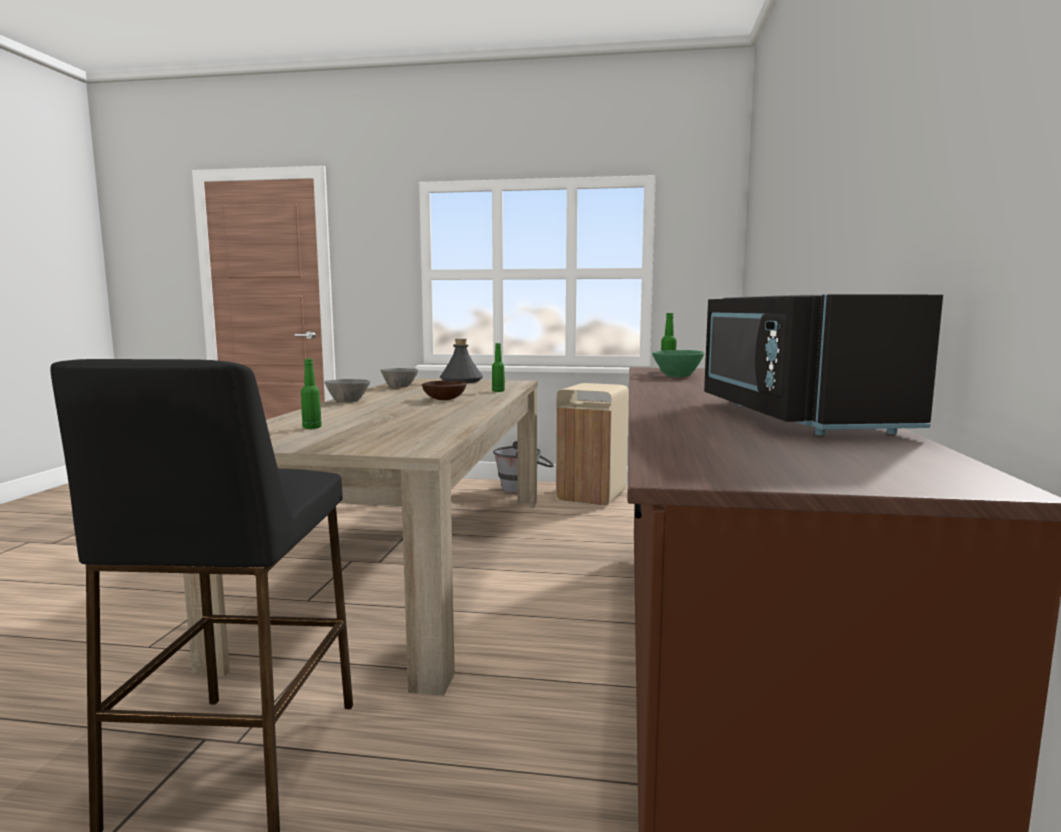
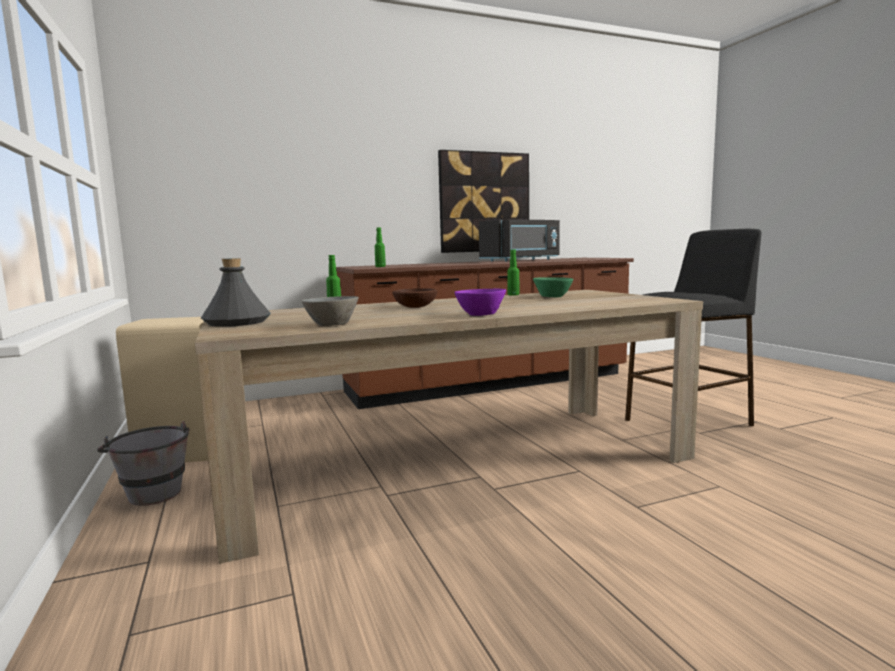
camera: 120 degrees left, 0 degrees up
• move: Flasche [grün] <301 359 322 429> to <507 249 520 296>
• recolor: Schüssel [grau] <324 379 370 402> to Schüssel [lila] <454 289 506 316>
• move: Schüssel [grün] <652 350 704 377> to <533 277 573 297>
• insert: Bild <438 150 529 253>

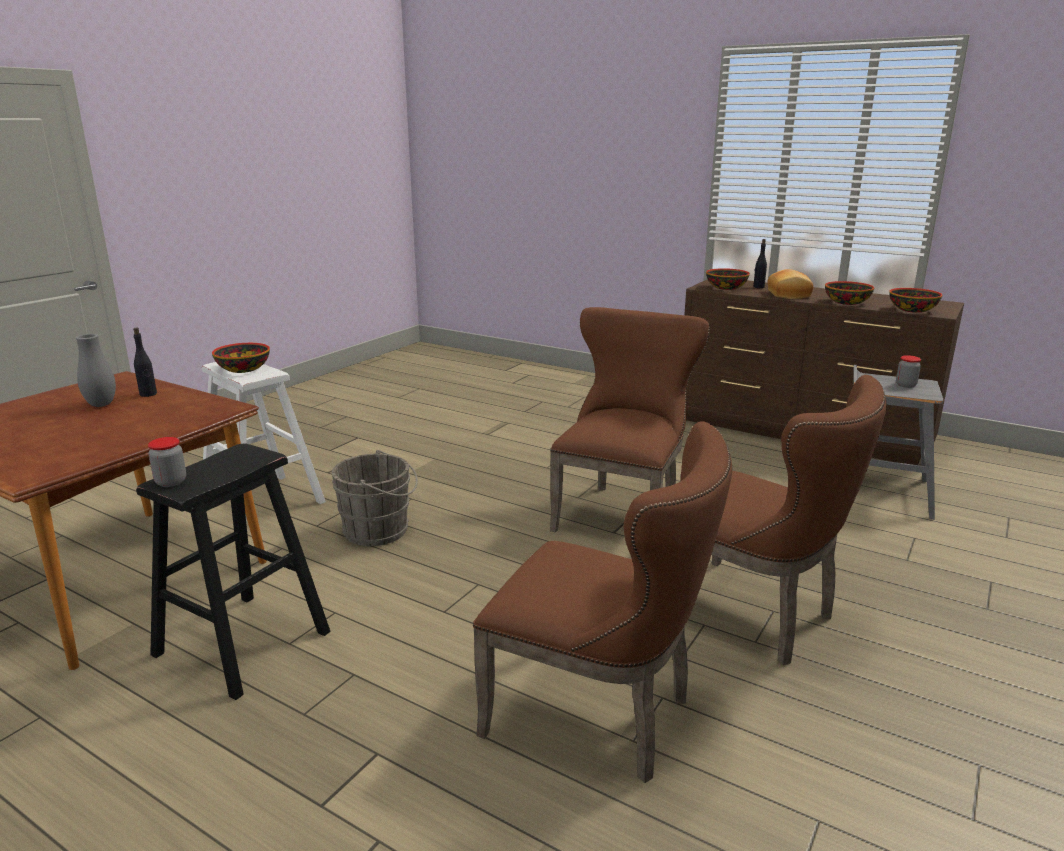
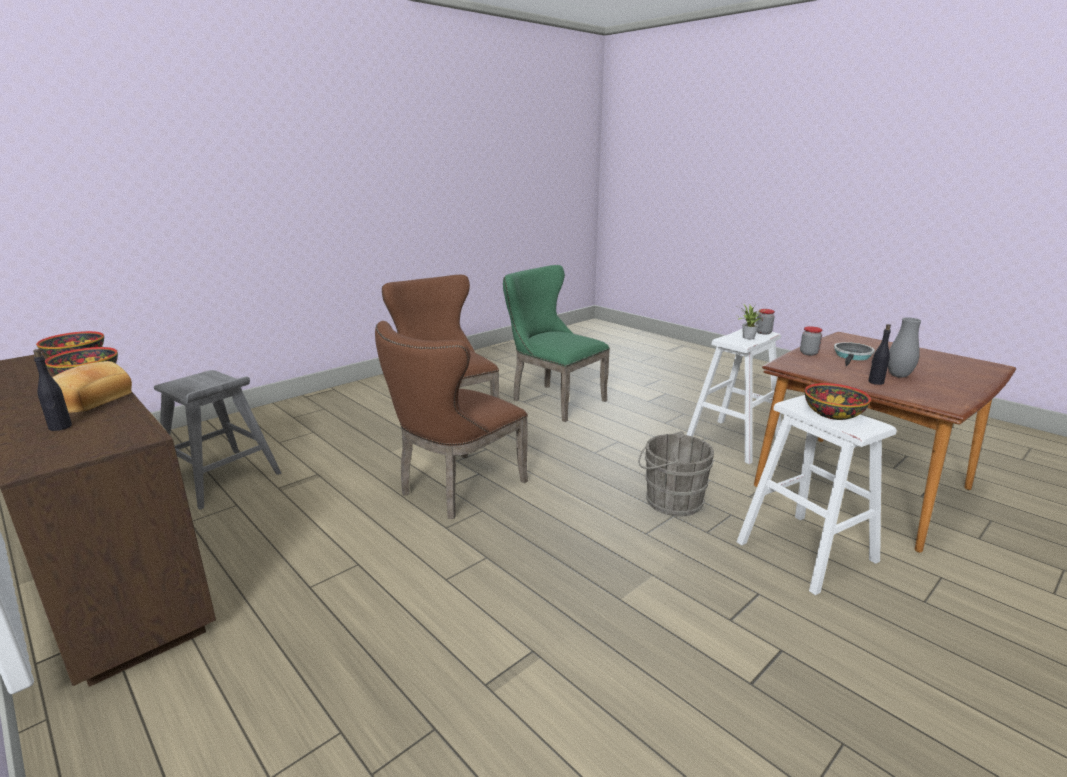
camera: 165 degrees left, 0 degrees up
• recolor: Hocker [schwarz] <136 444 330 700> to Hocker [weiß] <687 329 781 464>
• recolor: Stuhl [braun] <473 421 732 783> to Stuhl [grün] <503 265 610 422>
• delete: Schüssel <706 268 750 290>
• move: Vorratsglas <896 355 921 388> to <800 326 822 356>
• insert: Topfpflanze <735 304 765 339>
• insert: Pfanne <834 342 875 366>

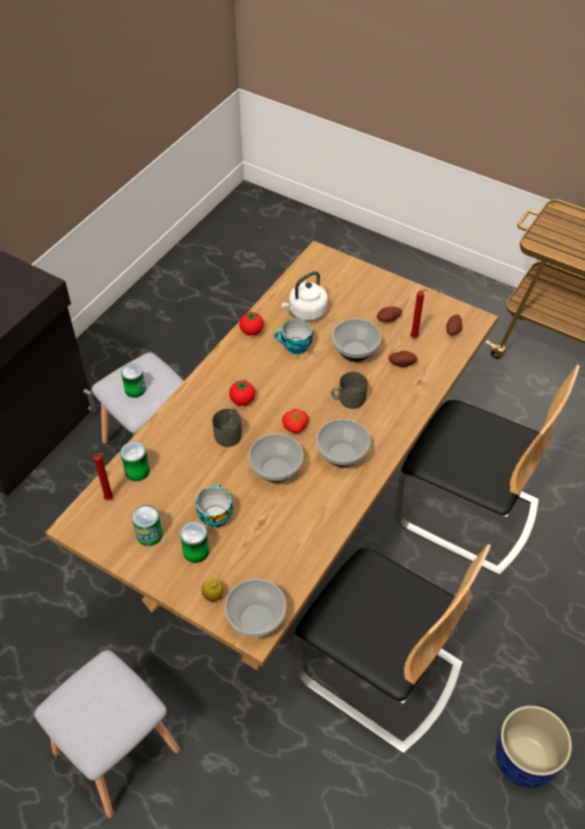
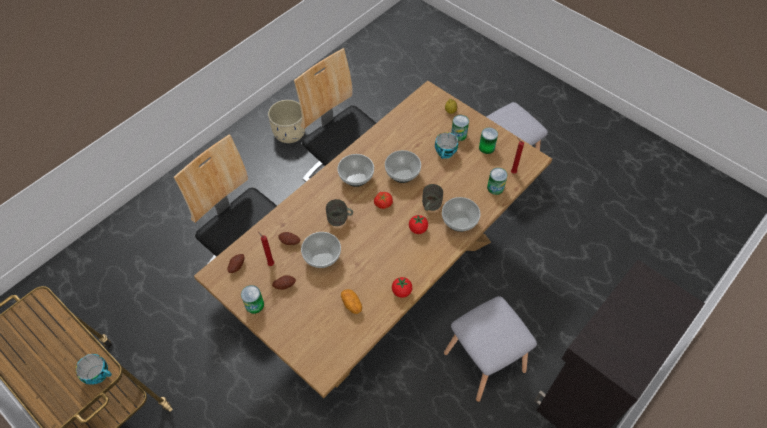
camera: 170 degrees left, 5 degrees up
• move: Dose <121 364 146 398> to <241 285 264 314>
• move: Schüssel <225 579 287 637> to <442 197 480 232>
• move: Tasse <274 318 313 354> to <75 354 112 385>
• replace: Wasserkessel [weiß] <281 271 328 321> to Kartoffel <341 289 362 314>
• recolor: Pflanzkübel [blau] <495 706 572 788> to Pflanzkübel [beige] <268 100 305 143>

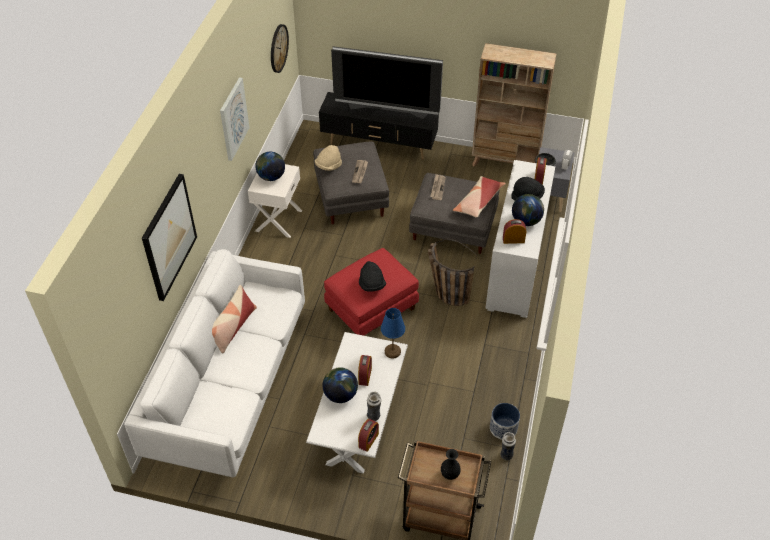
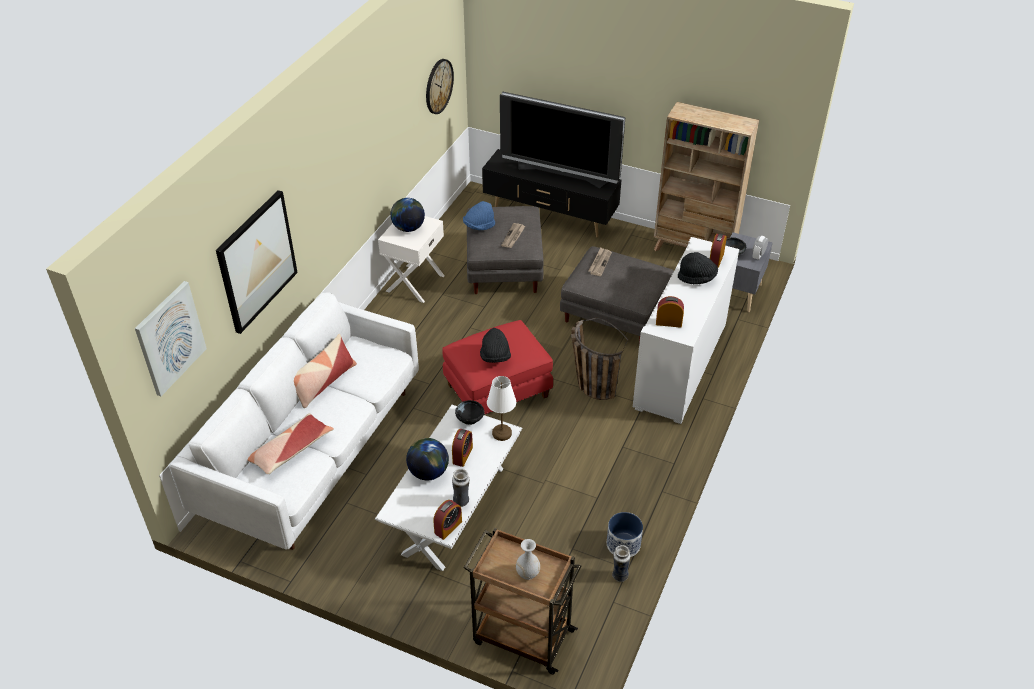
camera: 10 degrees right, 5 degrees down
• move: Bild <220 77 250 161> to <135 281 207 396>
• recolor: Hut [beige] <315 145 342 171> to Hut [blau] <463 201 495 230>
• recolor: Tischlampe [blau] <381 308 405 359> to Tischlampe [weiß] <487 376 516 441>
• recolor: Vase [schwarz] <441 449 461 480> to Vase [weiß] <516 539 540 580>
• move: Kissen <453 176 506 217> to <247 413 334 474>
• delete: Globus <512 194 544 226>
• insert: Schüssel [schwarz] <455 400 484 425>

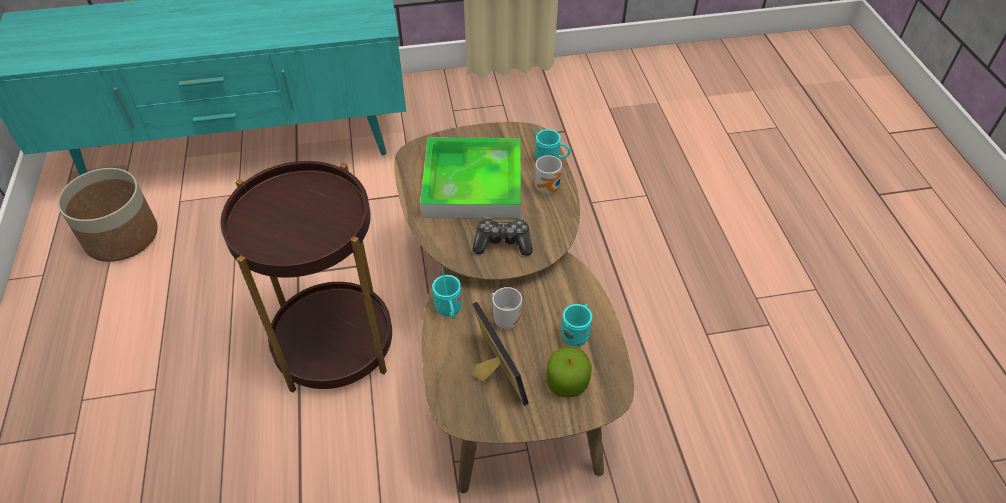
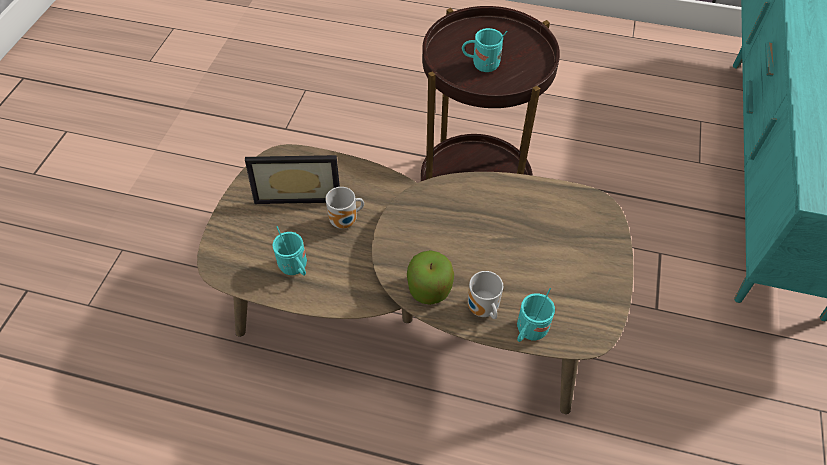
camera: 115 degrees right, 5 degrees up
• delete: Pflanzkübel <58 168 158 262>
• delete: Tablett <420 137 521 218>
• move: Henkelbecher [türkis] <432 267 462 319> to <462 28 508 72>
• delete: Gamepad <473 218 533 256>
• move: Apfel <546 347 592 397> to <407 250 454 305>

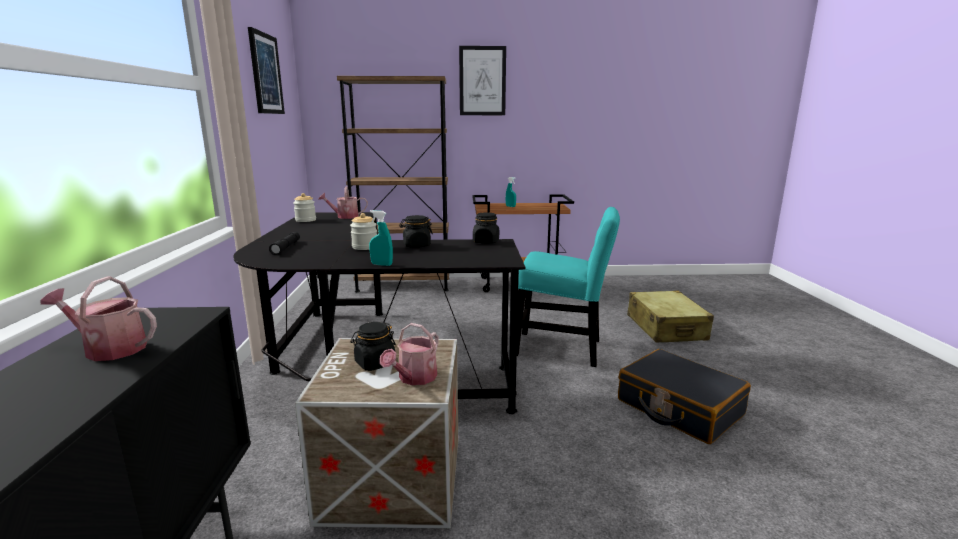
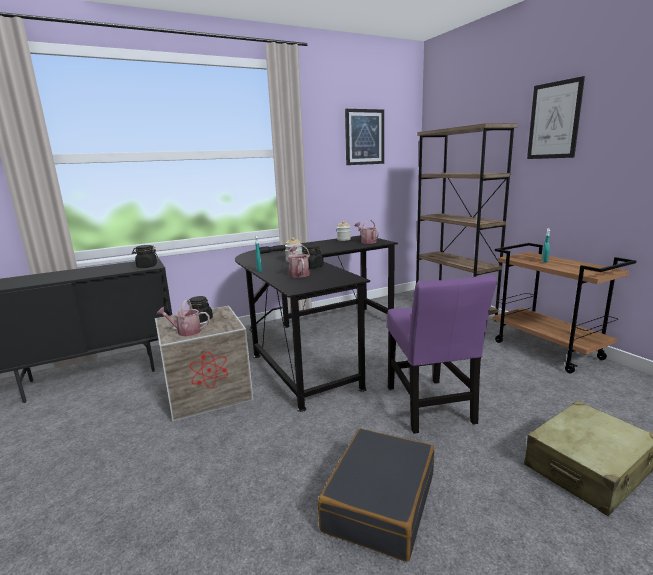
camera: 65 degrees right, 0 degrees up
• move: Gießkanne <40 276 157 361> to <287 244 310 278>
• move: Vorratsglas [schwarz] <473 212 499 244> to <132 245 158 268>
• recolor: Stuhl [türkis] <517 207 620 367> to Stuhl [lila] <387 275 497 434>

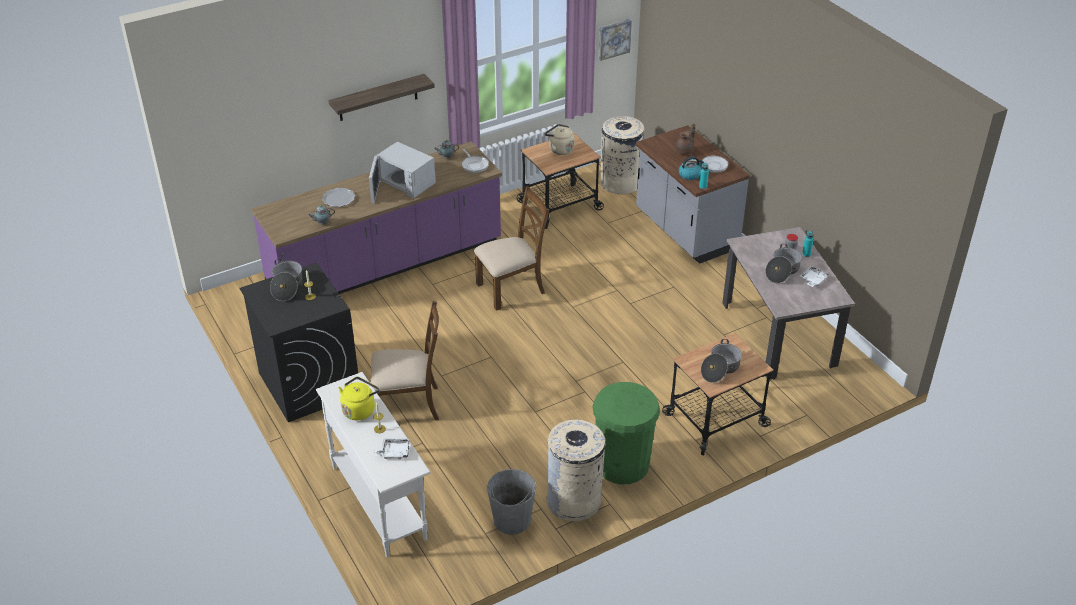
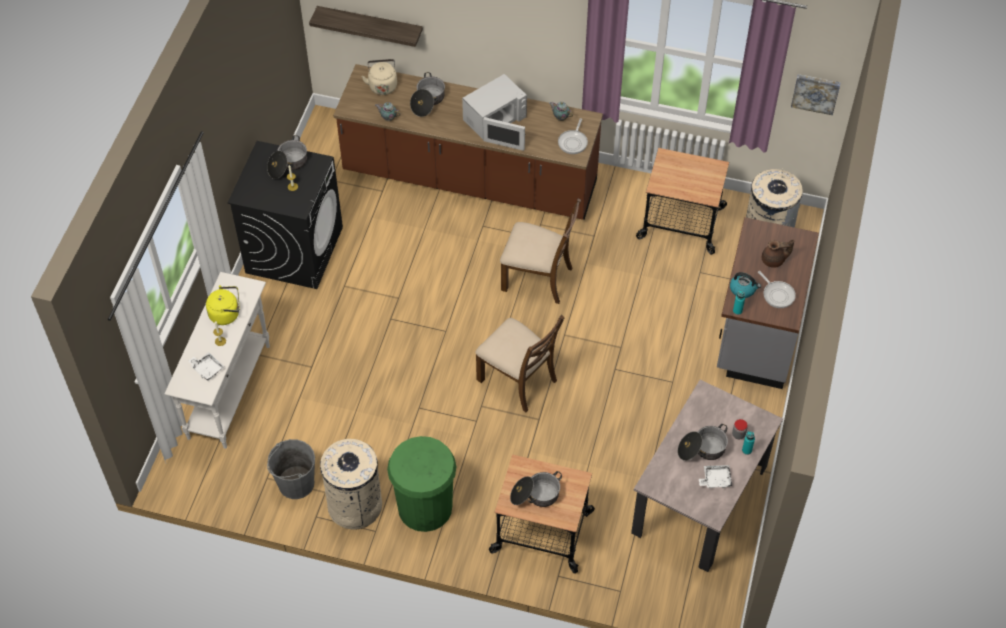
camera: 45 degrees right, 15 degrees up
• recolor: Küchenzeile [lila] <251 142 502 294> to Küchenzeile [braun] <333 64 603 220>
• replace: Teller <322 188 355 207> to Kochtopf <410 72 445 117>
• move: Wandregal <328 74 435 121> to <309 6 423 47>
• rotate: Mikrowelle [weiß] <369 142 436 203> = <462 74 527 151> 120 degrees counterclockwise
• move: Stuhl [braun] <371 301 439 420> to <475 315 565 412>
• move: Wasserkessel [beige] <544 124 575 155> to <362 59 397 95>

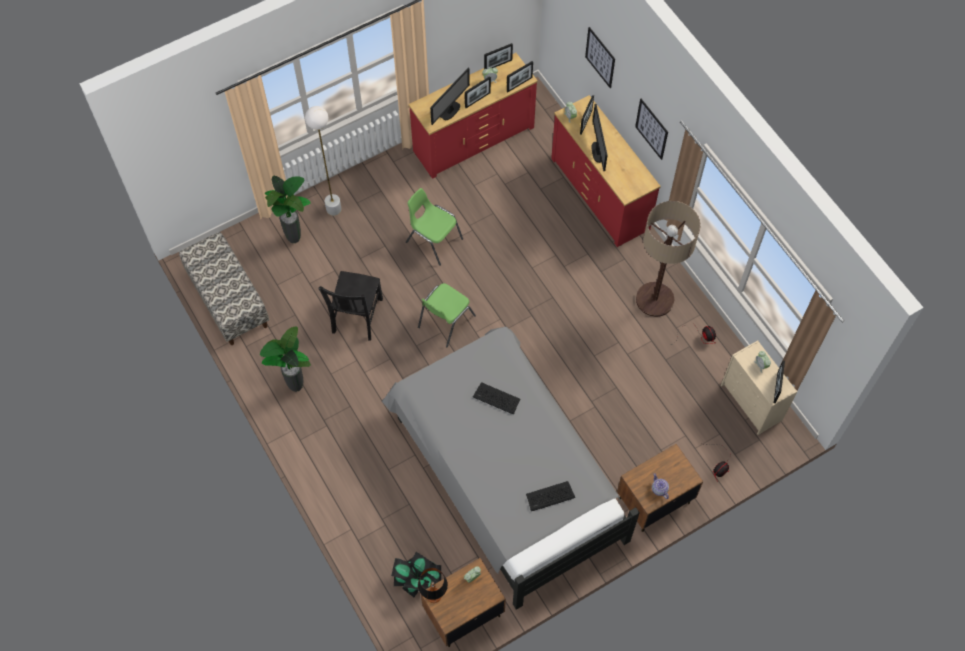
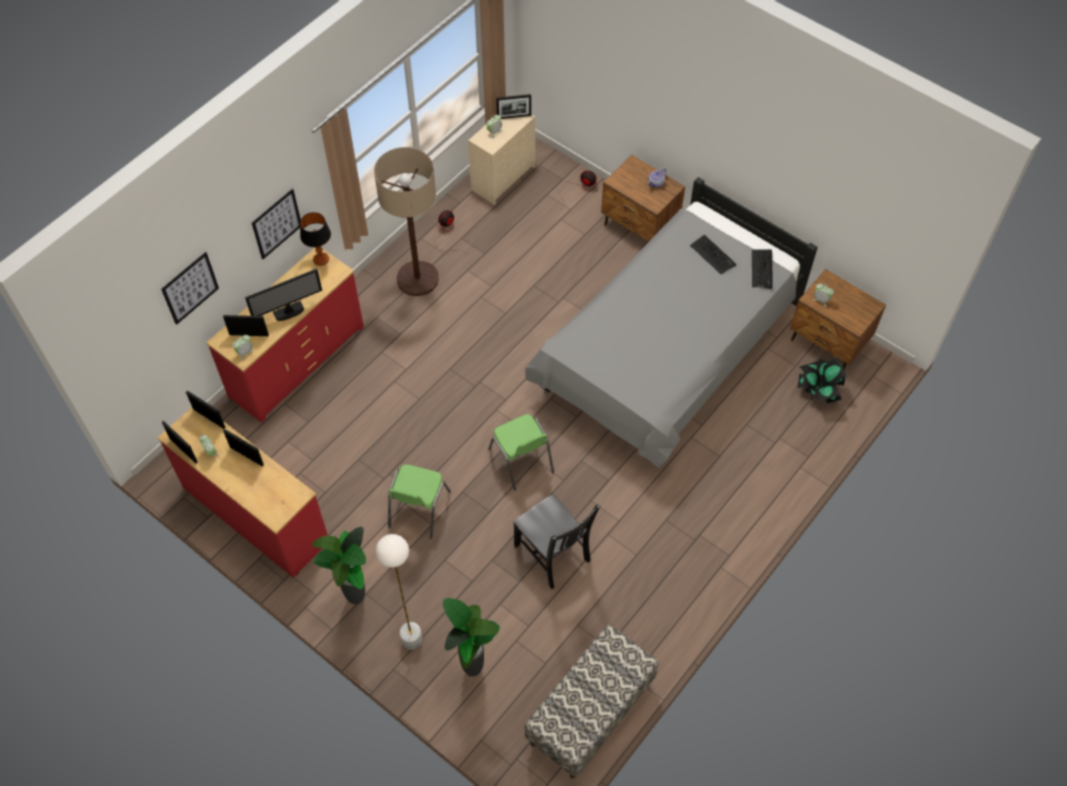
camera: 110 degrees left, 5 degrees down
• move: Topfpflanze <260 327 311 392> to <312 527 366 604>
• rotate: Stuhl [schwarz] <318 271 383 341> = <513 494 601 589> 60 degrees clockwise
• rotate: Stuhl [grün] <418 283 476 347> = <488 414 554 491> 45 degrees clockwise
• move: Tischlampe <418 568 448 603> to <300 212 331 266>
• delete: Monitor <430 68 470 125>
• move: Tastatur <473 382 520 414> to <752 249 773 289>

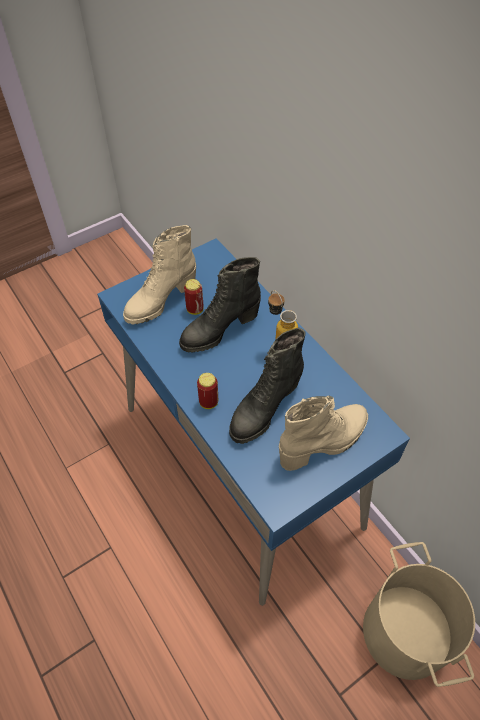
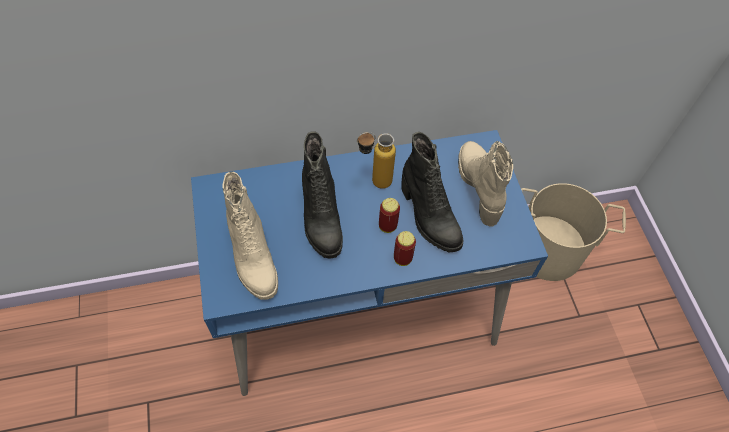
camera: 70 degrees left, 5 degrees up
• move: Dose <184 279 204 315> to <379 198 400 233>

